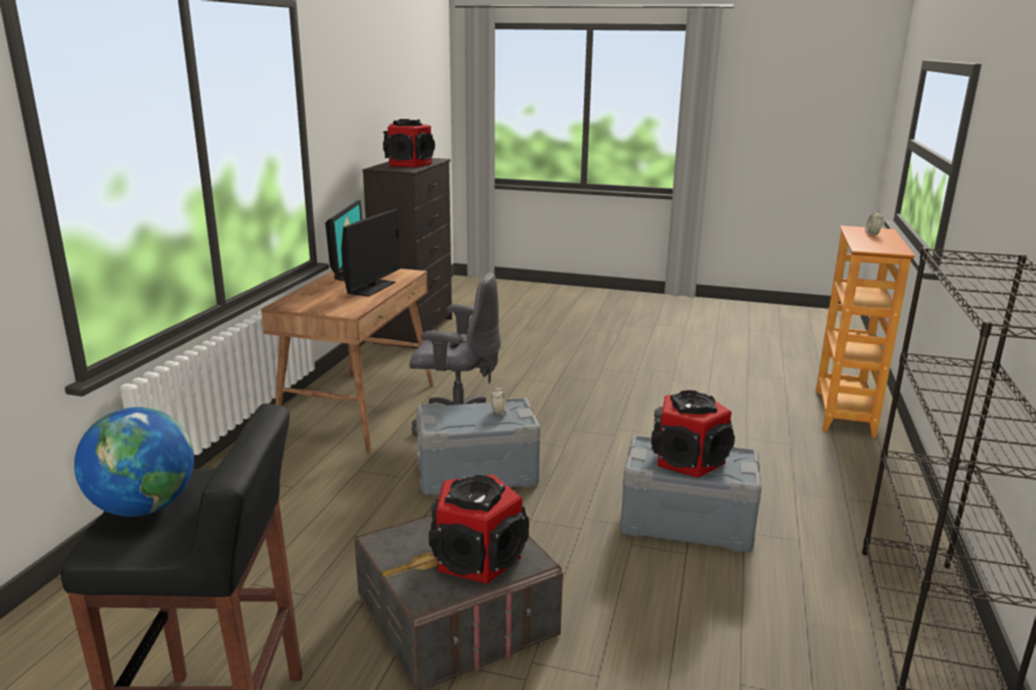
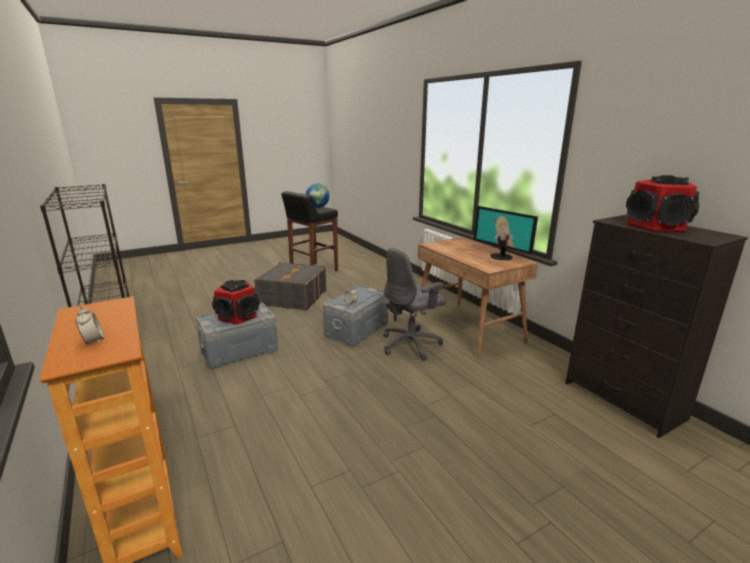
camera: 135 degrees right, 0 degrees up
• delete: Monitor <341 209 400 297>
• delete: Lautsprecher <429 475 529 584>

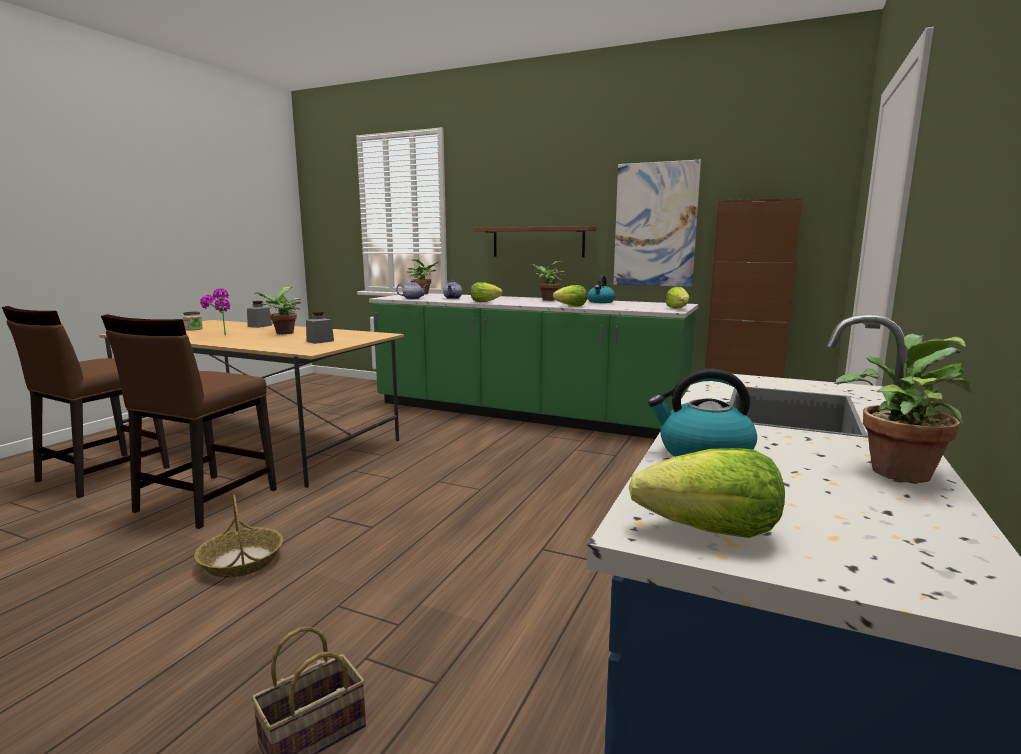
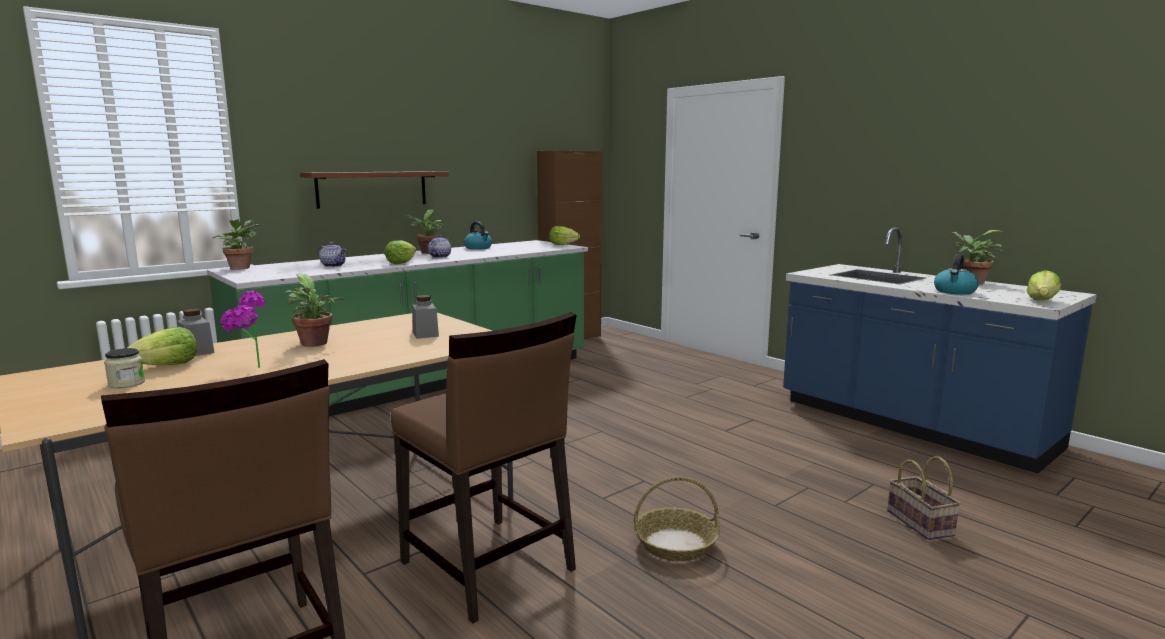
camera: 65 degrees left, 0 degrees up
• move: Teekanne <396 280 428 300> to <428 235 451 258>
• move: Salatkopf <553 285 587 307> to <127 327 197 365>
• delete: Bild <613 159 701 287>

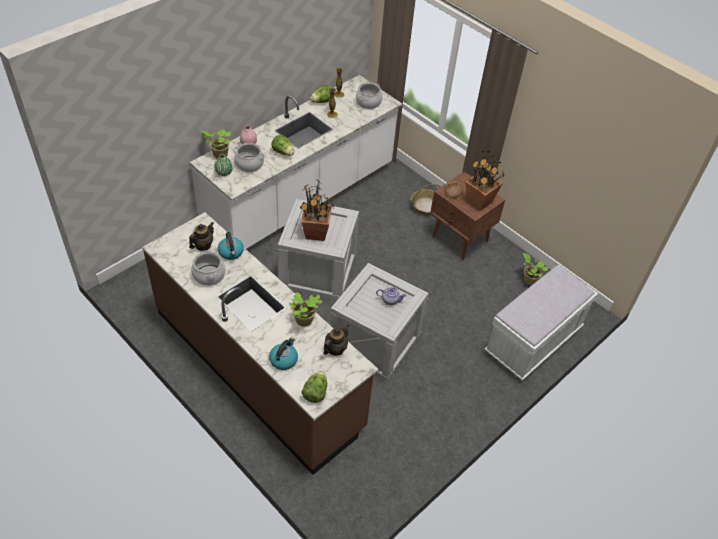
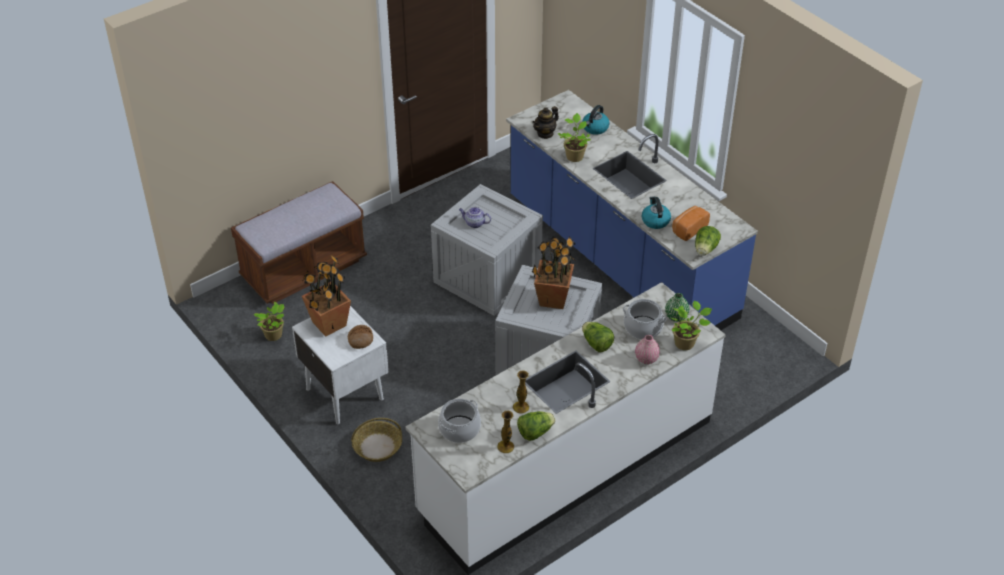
camera: 170 degrees left, 5 degrees down
• recolor: Küchenzeile [braun] <142 212 379 475> to Küchenzeile [blau] <506 90 758 330>
• replace: Teekanne <189 222 214 251> to Brot <672 206 710 241>
• delete: Kochtopf <191 250 225 286>
• move: Salatkopf <301 371 327 403> to <695 226 721 256>
• recolor: Nachttisch [braun] <430 172 505 260> to Nachttisch [weiß] <292 306 389 424>
• recolor: Bank [weiß] <484 265 598 381> to Bank [braun] <231 181 367 304>

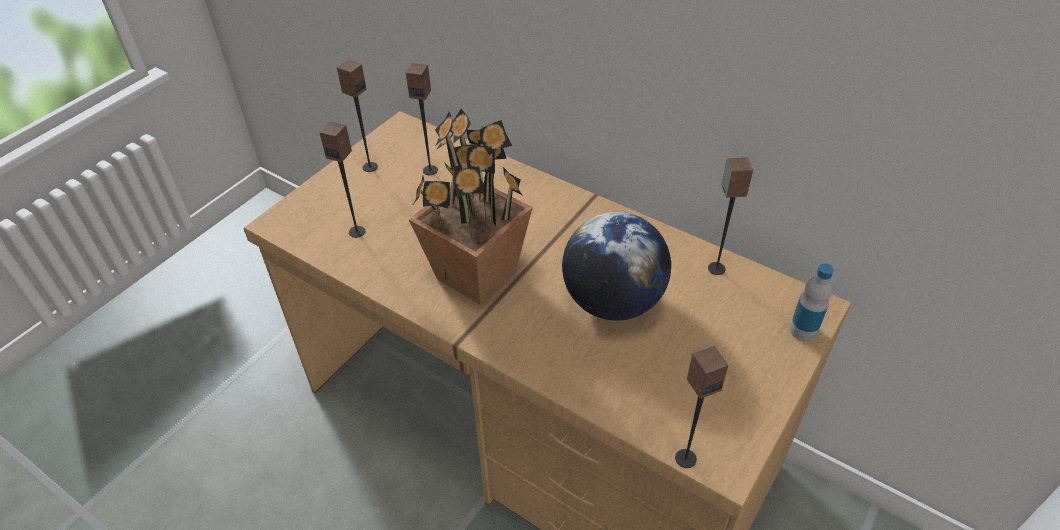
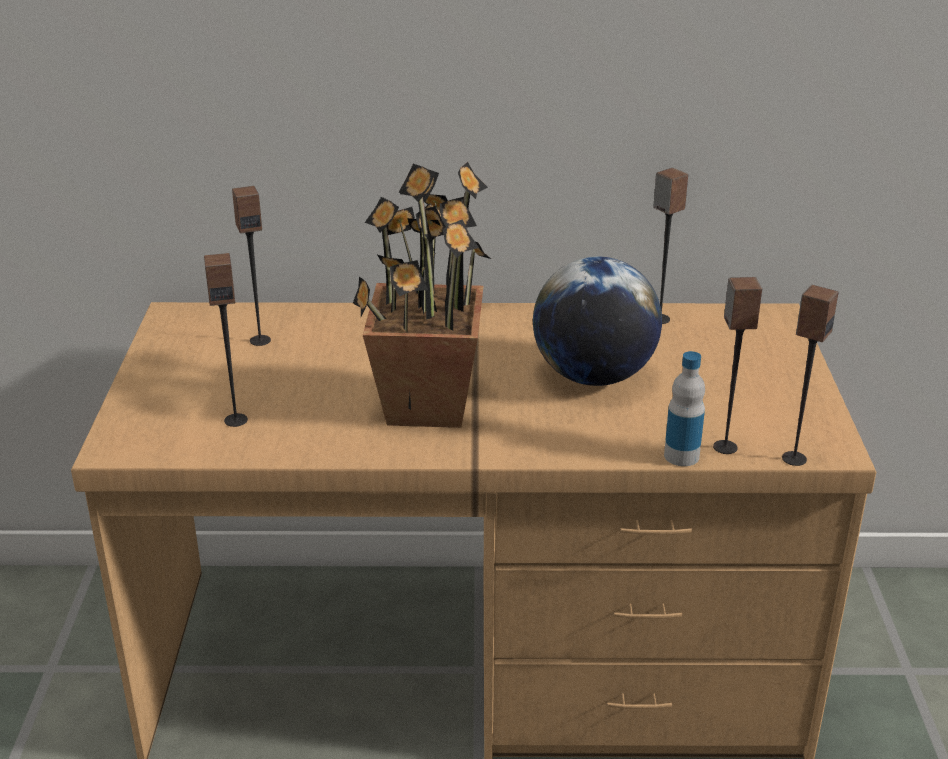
camera: 35 degrees left, 15 degrees down
• move: Lautsprecher <337 60 378 172> to <713 277 762 454>
• move: Flasche <789 263 834 341> to <664 351 705 466>

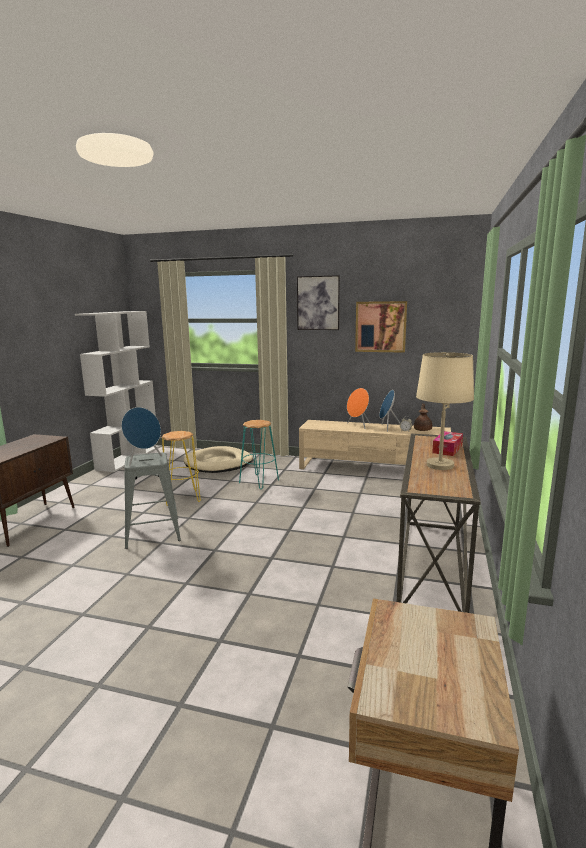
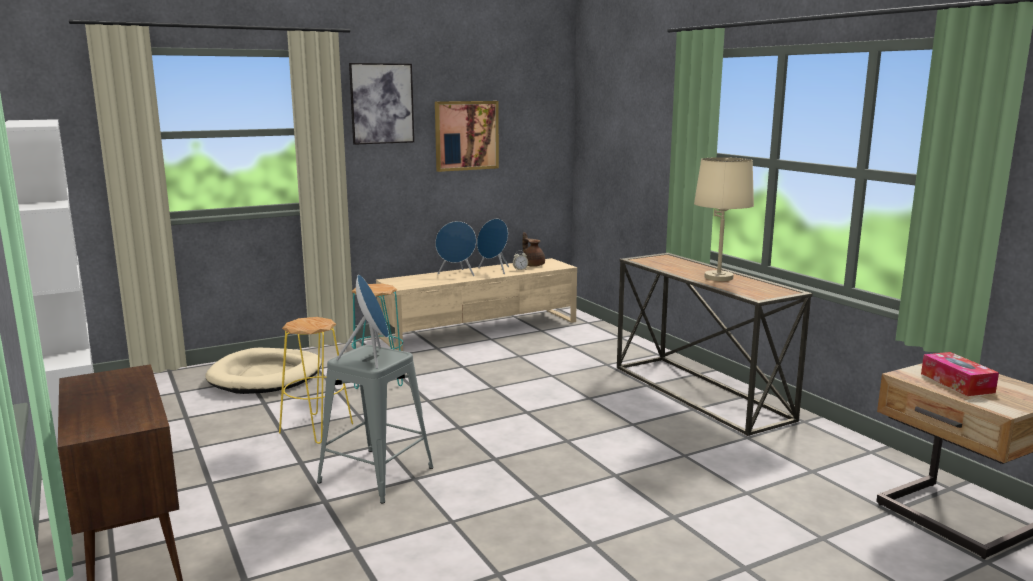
camera: 45 degrees left, 0 degrees up
• recolor: Lautsprecher [orange] <347 388 370 429> to Lautsprecher [blau] <435 221 476 276>
• move: Taschentuchbox <432 431 463 456> to <921 352 999 396>

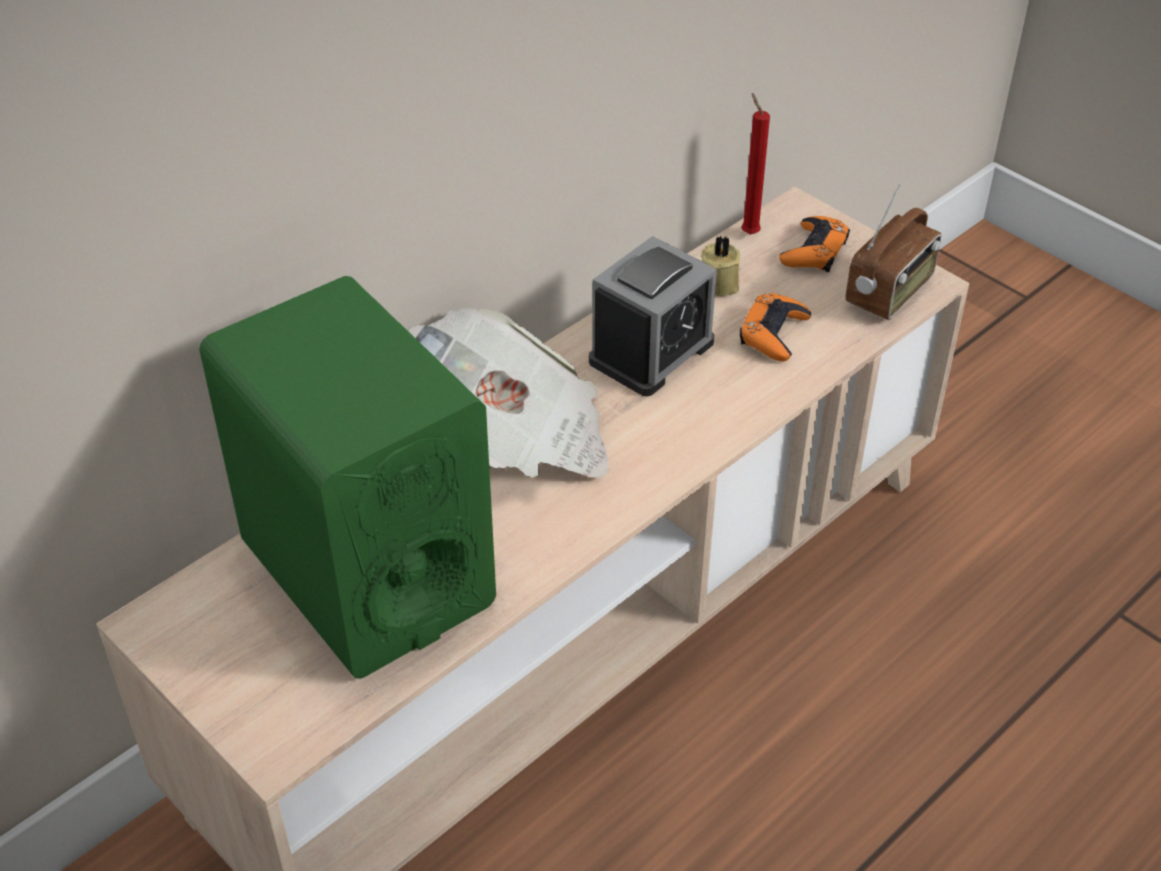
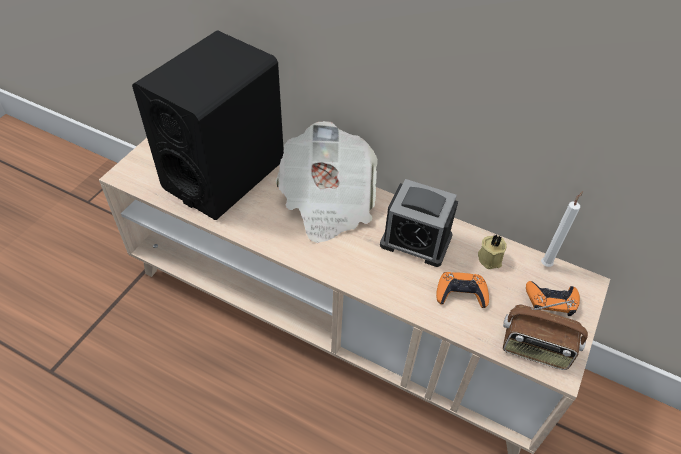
camera: 70 degrees right, 5 degrees up
• recolor: Lautsprecher [grün] <199 276 496 679> to Lautsprecher [schwarz] <132 31 284 220>
• recolor: Kerze [rot] <741 93 770 235> to Kerze [weiß] <541 191 583 267>

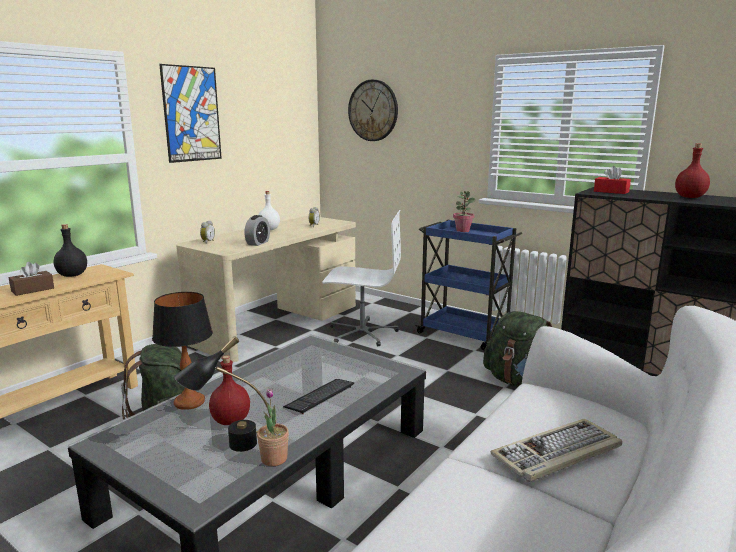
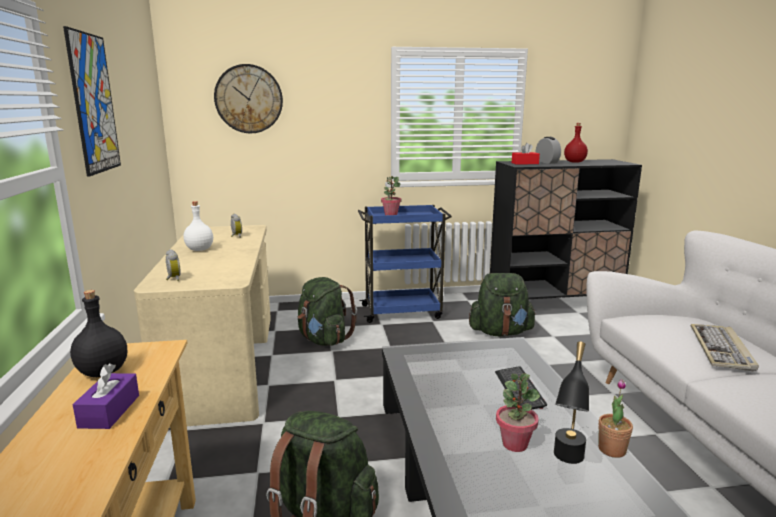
camera: 45 degrees left, 0 degrees up
• recolor: Taschentuchbox [braun] <9 262 54 296> to Taschentuchbox [lila] <73 363 139 429>
• delete: Tischlampe <152 292 213 410>
• replace: Flasche [rot] <209 356 250 425> to Topfpflanze <496 373 540 452>
• move: Wecker <244 215 270 246> to <536 137 561 164>
• replace: Bürostuhl [weiß] <322 210 401 346> to Rucksack [grün] <298 277 357 346>

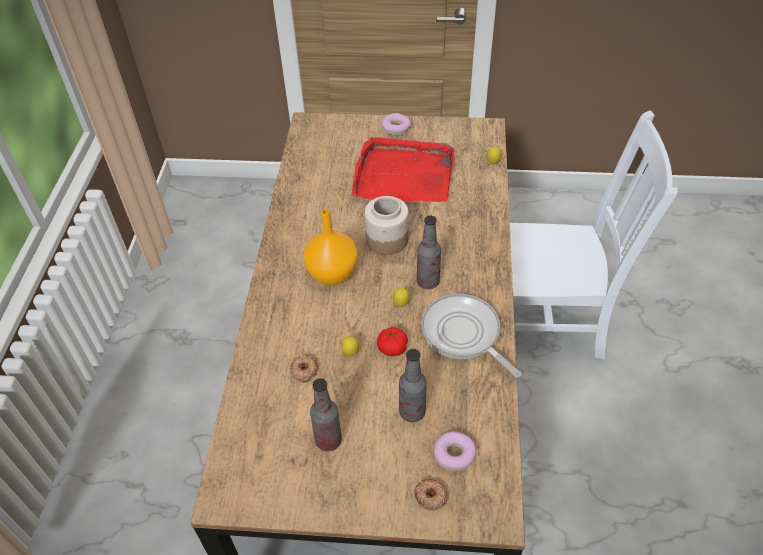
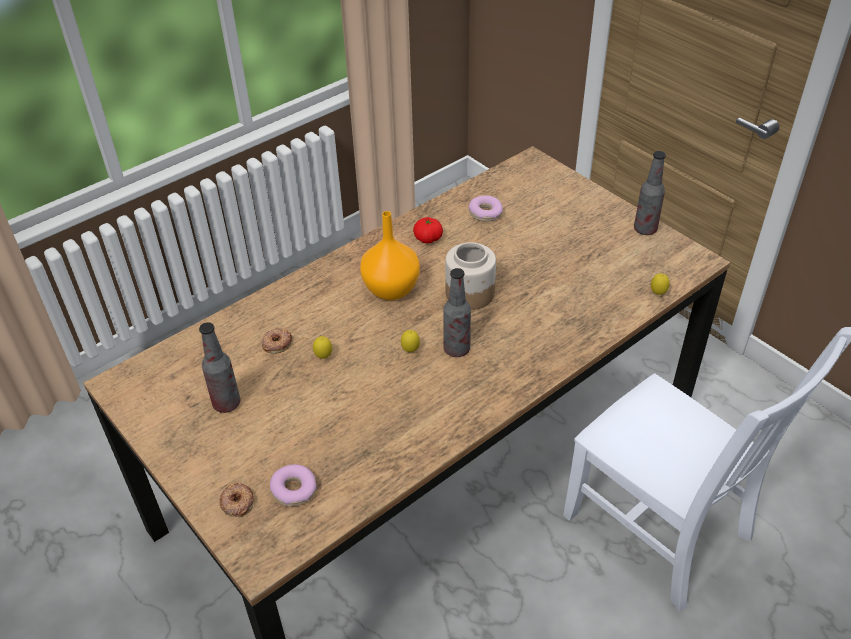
camera: 45 degrees right, 5 degrees down
• delete: Tablett [rot] <352 137 454 202>
• move: Tomate <377 327 408 356> to <413 217 443 243>
• move: Donut <381 113 411 135> to <469 195 503 221>
• move: Flasche <399 349 426 422> to <634 151 666 235>
• delete: Pfanne <422 294 522 378>

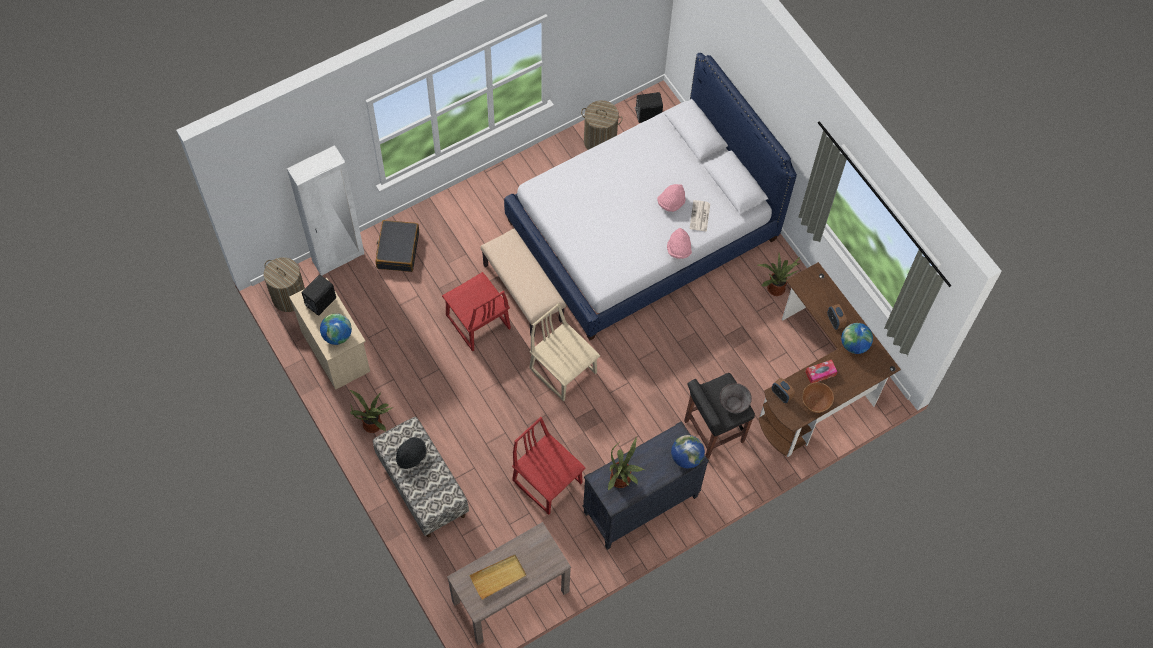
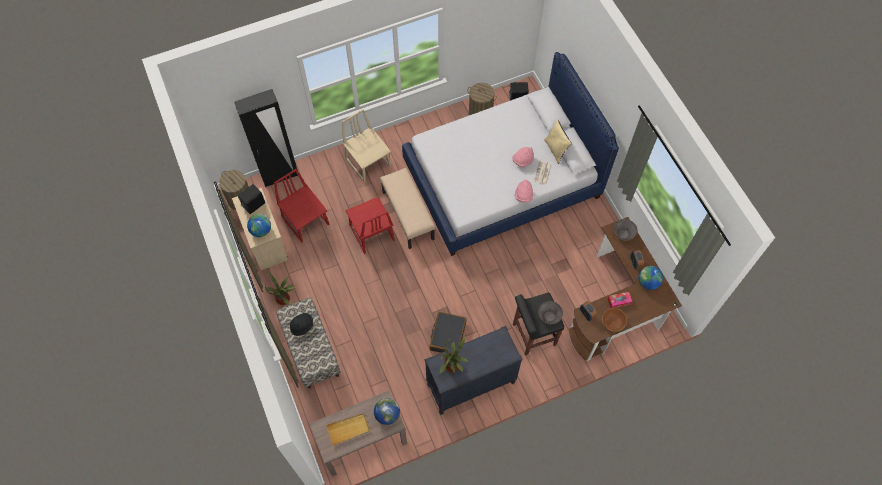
camera: 10 degrees right, 0 degrees up
• recolor: Kleiderschrank [weiß] <287 145 364 276> to Kleiderschrank [schwarz] <234 89 298 187>
• move: Koffer [schwarz] <376 220 419 272> to <430 312 467 353>
• move: Stuhl [rot] <512 417 585 515> to <274 169 329 243>
• move: Stuhl [beige] <529 303 600 402> to <342 109 391 183>
• move: Globus <671 435 705 468> to <374 398 400 425>
• delete: Topfpflanze <757 253 800 296>
• insert: Kissen [beige] <544 120 572 164>
• insert: Schüssel [grau] <614 219 637 241>

